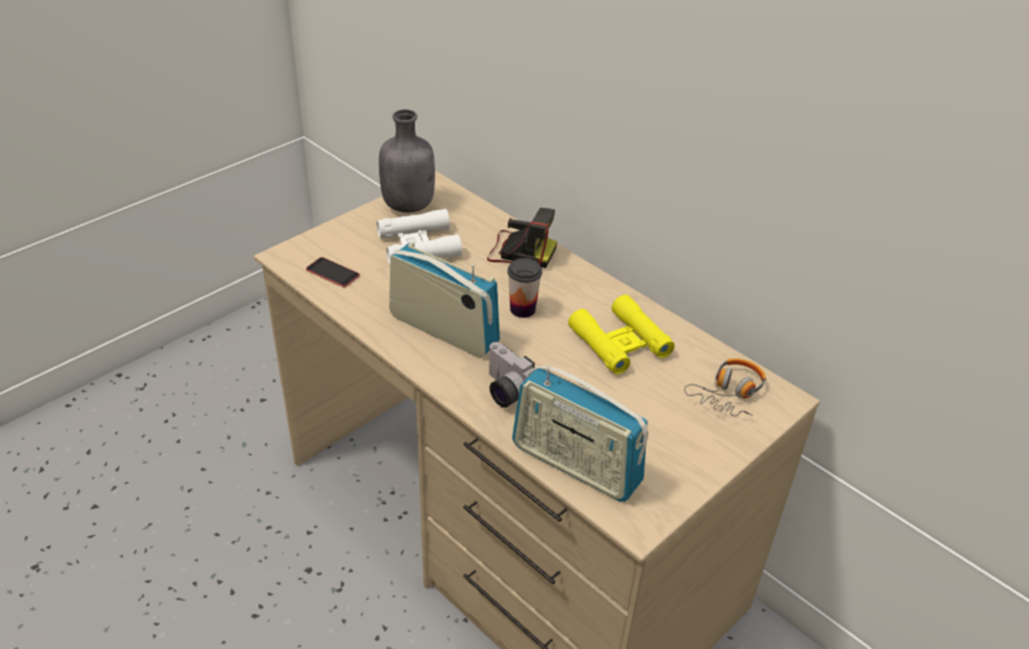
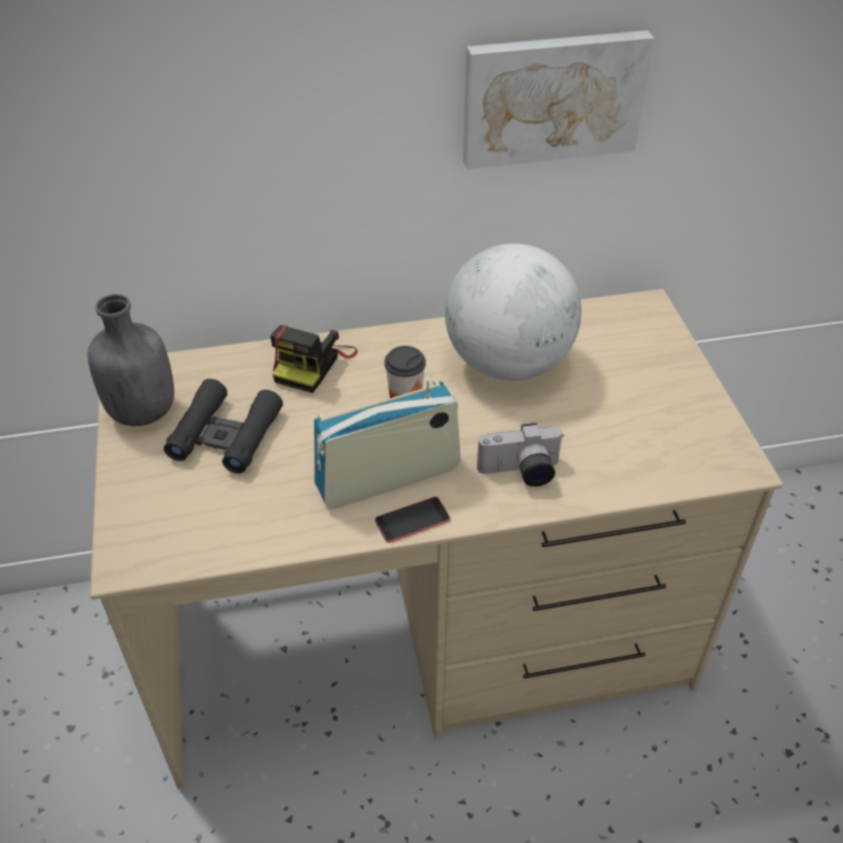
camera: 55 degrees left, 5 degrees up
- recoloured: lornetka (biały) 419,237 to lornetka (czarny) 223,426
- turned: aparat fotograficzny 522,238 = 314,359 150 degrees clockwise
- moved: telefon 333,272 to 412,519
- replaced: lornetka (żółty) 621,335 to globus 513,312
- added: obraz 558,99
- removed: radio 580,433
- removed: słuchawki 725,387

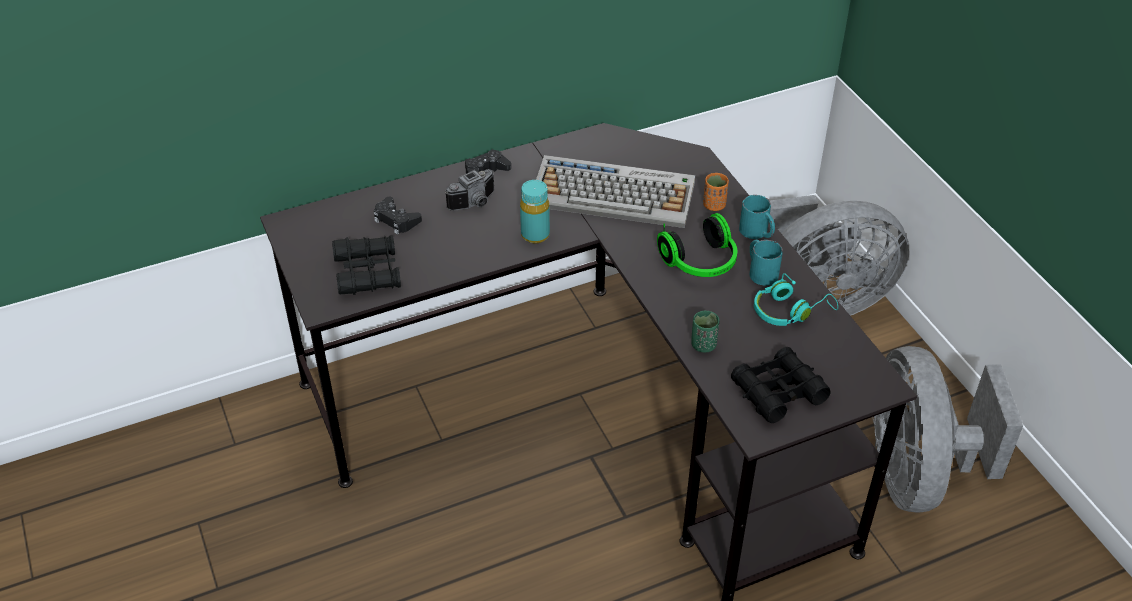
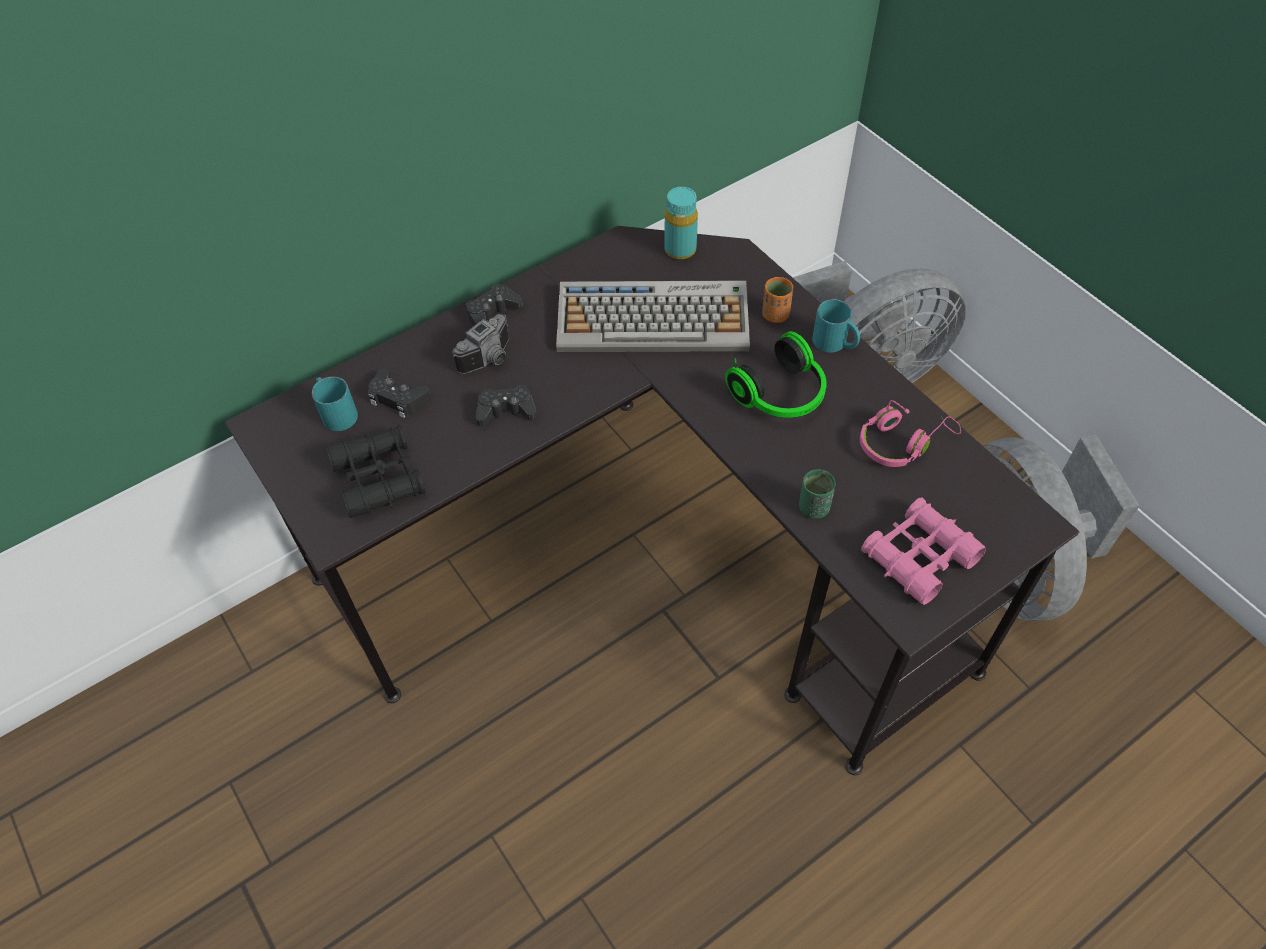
camera: 10 degrees left, 10 degrees up
- moved: kubek (turkusowy) 766,262 to 335,403
- added: pad do gier (czarny) 506,405
- moved: butelka (turkusowy) 535,211 to 681,223
- recoloured: słuchawki (turkusowy) 796,299 to słuchawki (różowy) 910,433
- recoloured: lornetka (czarny) 781,385 to lornetka (różowy) 923,551

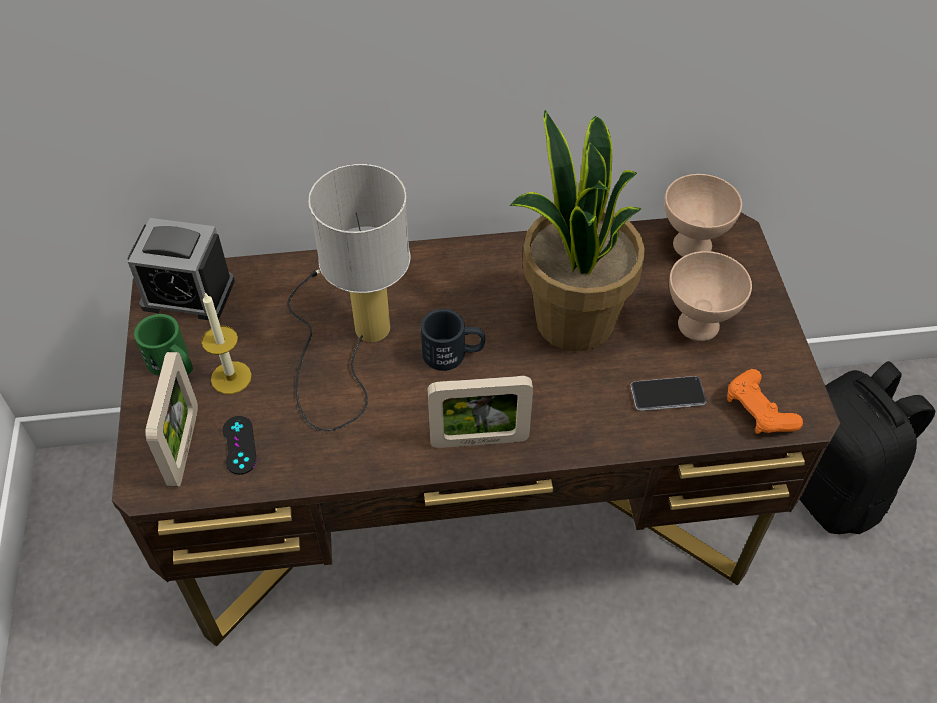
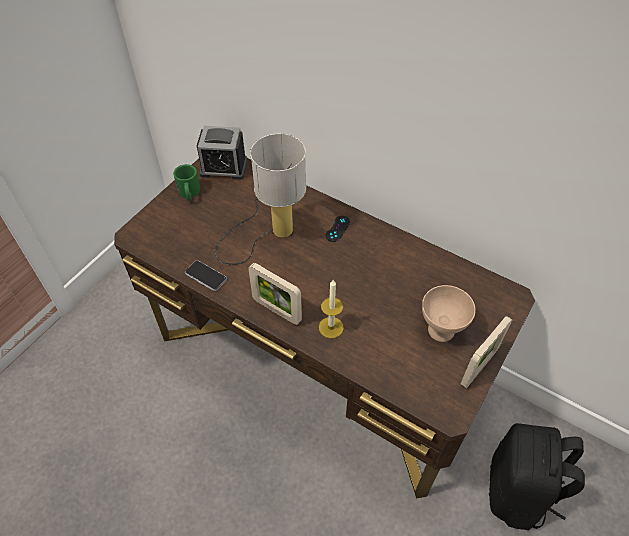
camera: 40 degrees right, 0 degrees up
- moved: telefon 669,393 to 206,275
- turned: budzik 181,269 = 222,153 45 degrees counterclockwise
- moved: świeca 226,343 to 331,309
- moved: pad do gier (czarny) 239,445 to 338,229
- moved: ramka na zdjęcie 171,419 to 486,352
- removed: kubek (czarny) 453,340
- removed: roślina doniczkowa 577,231
- removed: miska (beżowy) 703,215
- removed: pad do gier (pomarańczowy) 765,401

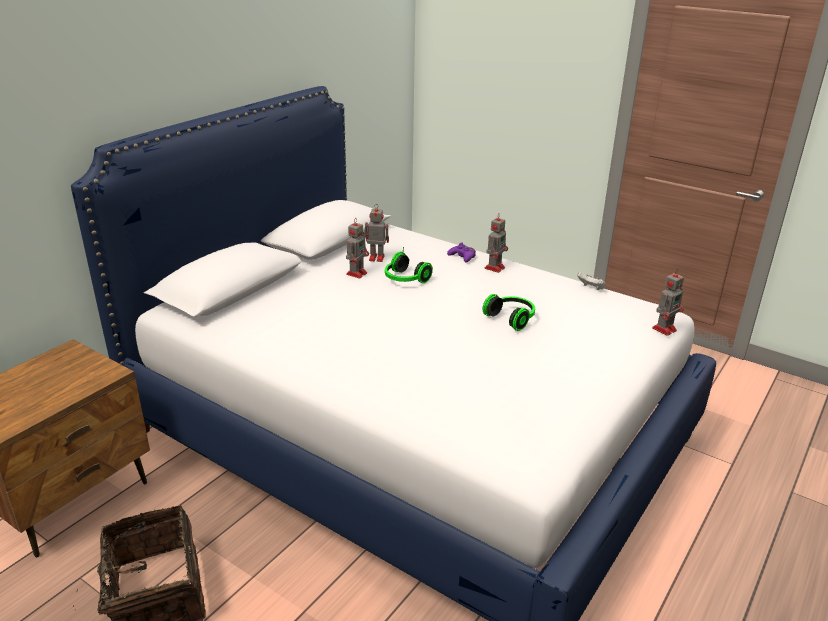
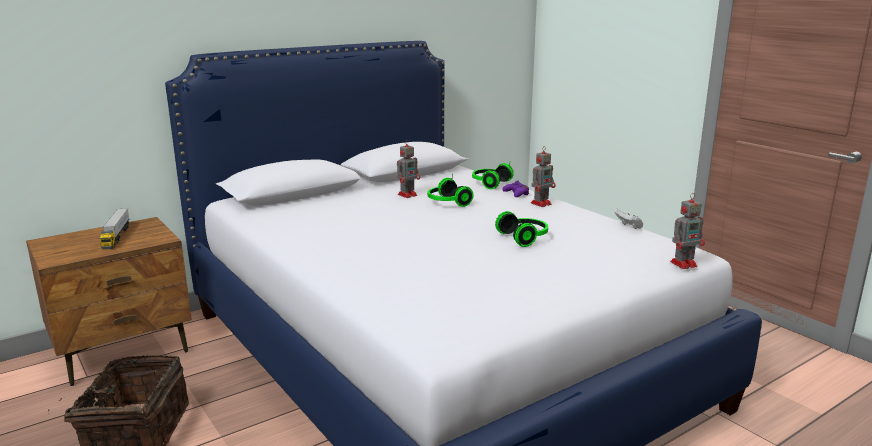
camera: 20 degrees right, 10 degrees down
- added: ciężarówka zabawkowa 114,228
- added: słuchawki 493,176
- removed: robot zabawkowy 376,233

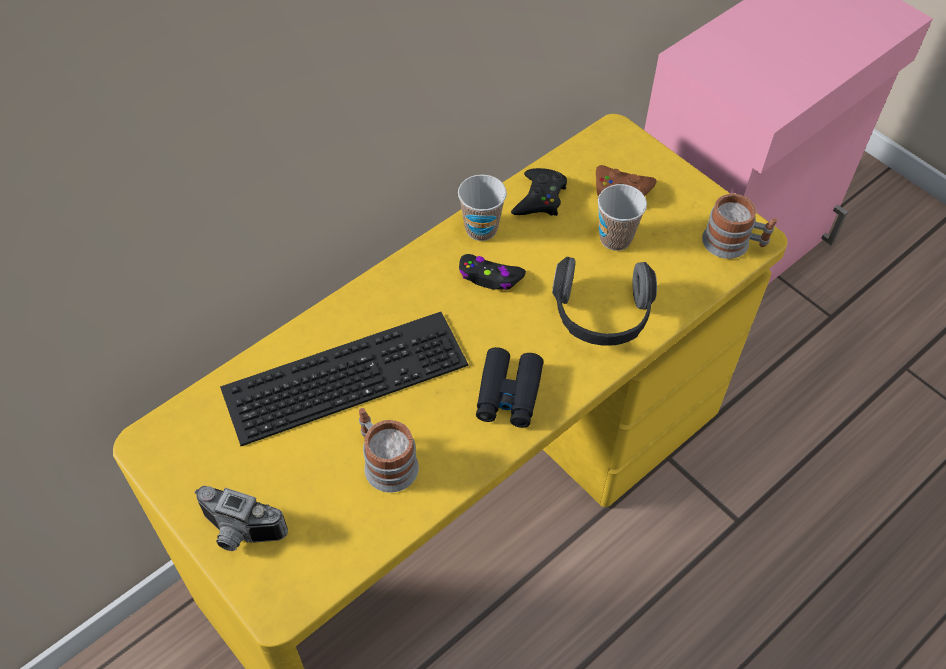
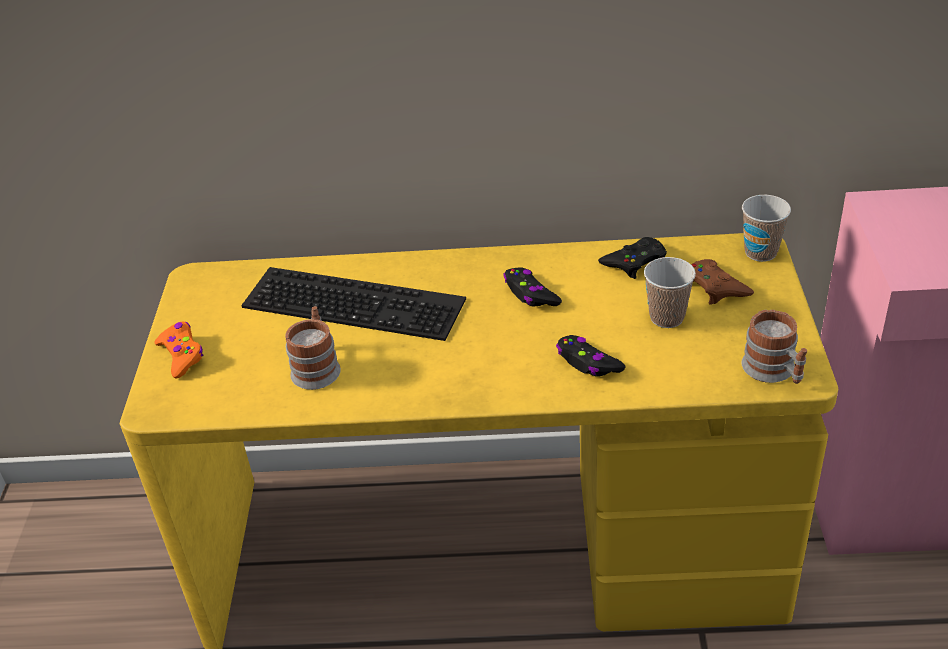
camera: 45 degrees right, 15 degrees down
- replaced: aparat fotograficzny 241,518 to pad do gier (pomarańczowy) 178,349
- replaced: słuchawki 604,301 to pad do gier (czarny) 591,356
- moved: filiżanka 482,207 to 766,228
- removed: lornetka (czarny) 510,387

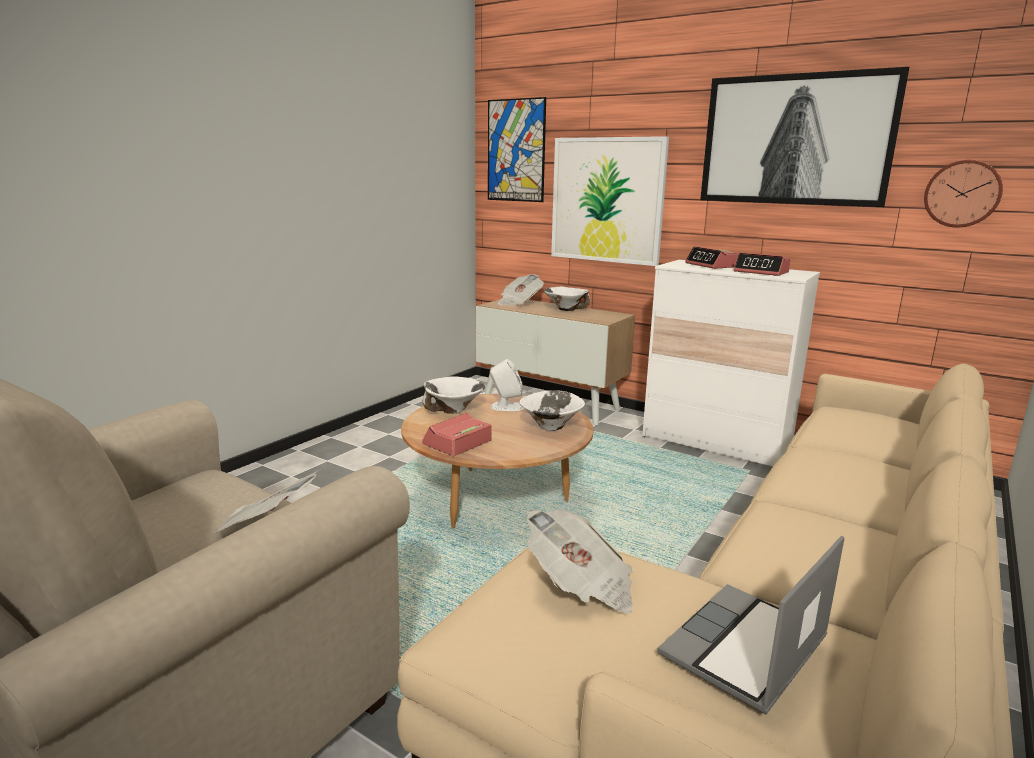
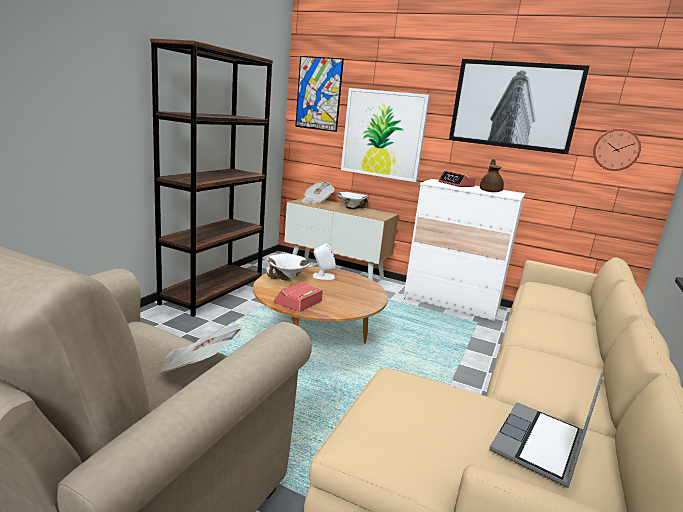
camera: 10 degrees left, 0 degrees up
- added: regał (brązowy) 211,177
- replaced: budzik 762,264 to imbryk (brązowy) 492,175
- removed: miska (biały) 552,410
- removed: gazeta 580,562

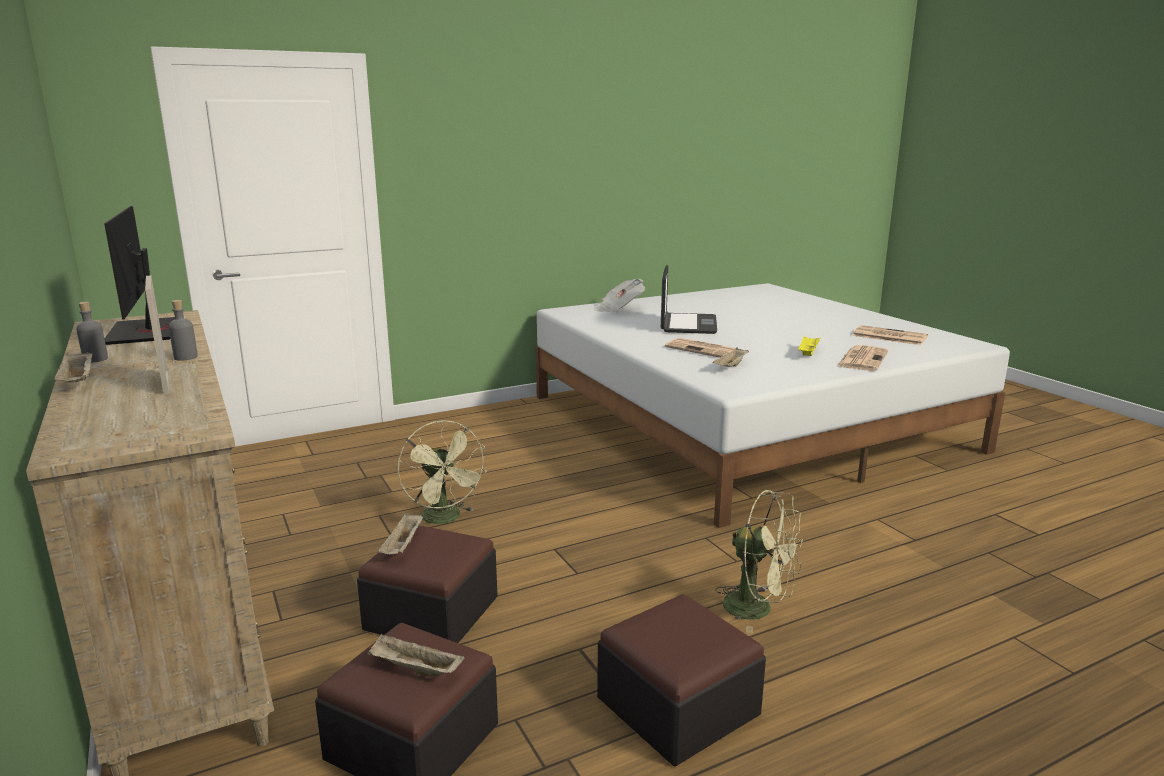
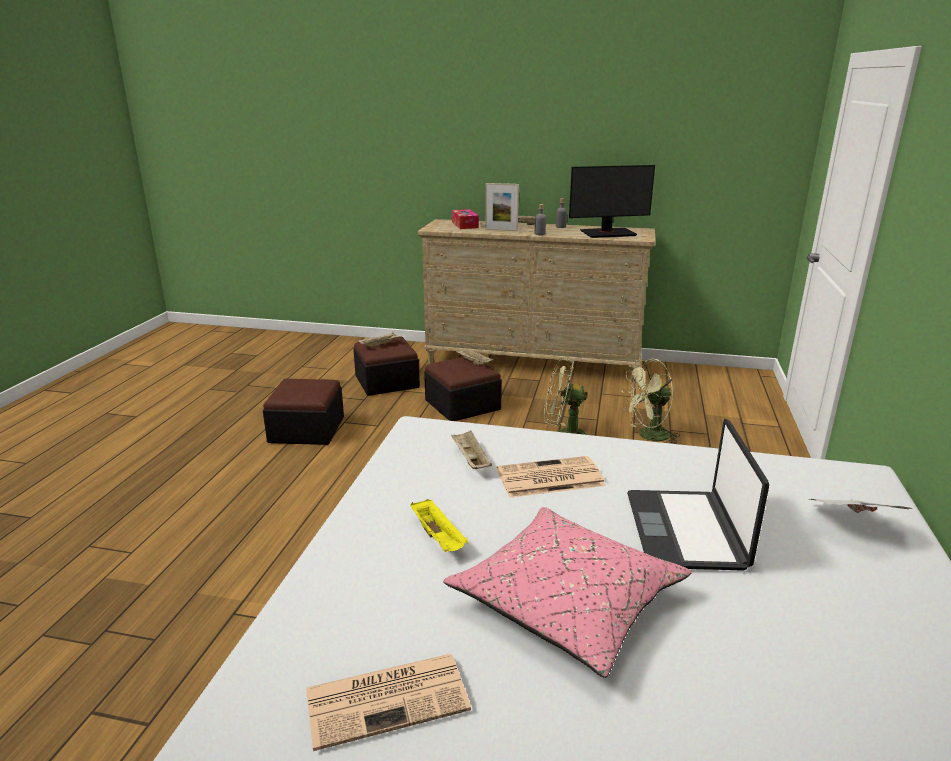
camera: 130 degrees right, 5 degrees up
- added: poduszka (różowy) 567,592
- added: pudełko chusteczek 465,219
- turned: monitor 139,275 = 612,201 150 degrees clockwise
- moved: wentylator (zielony) 759,561 to 650,401
- turned: laptop 689,299 = 698,495 45 degrees clockwise
- removed: gazeta 862,358

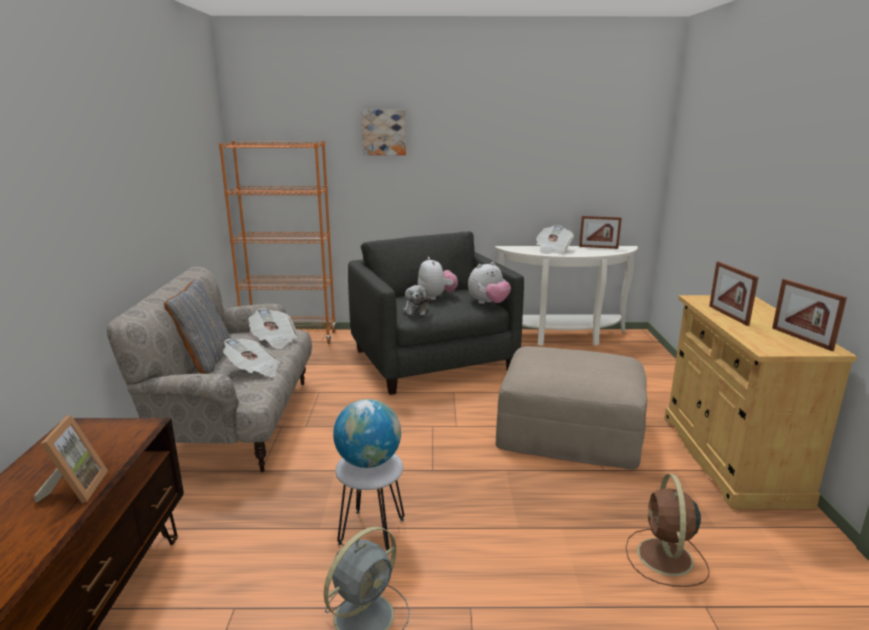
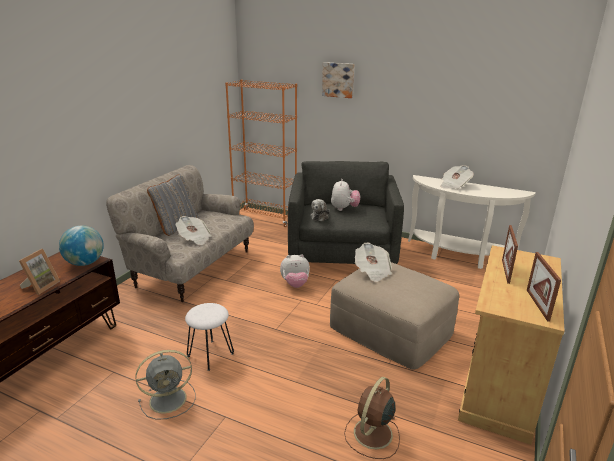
camera: 25 degrees right, 5 degrees up
- moved: globus 367,433 to 81,246
- moved: pluszak 489,283 to 295,271
- moved: gazeta 273,328 to 373,262
- removed: ramka na zdjęcie 600,232

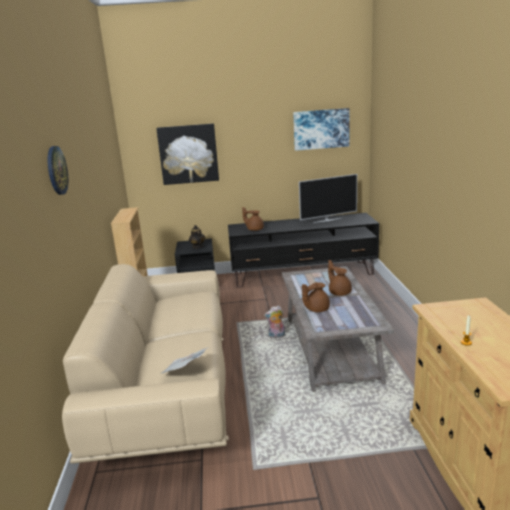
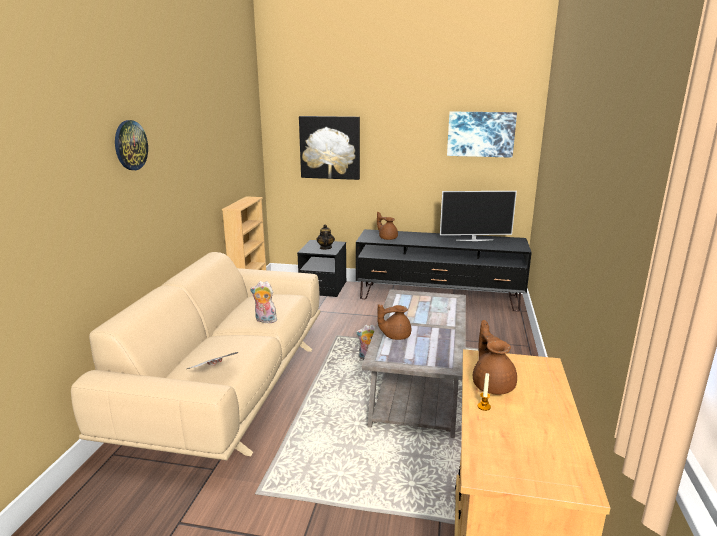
camera: 15 degrees right, 0 degrees up
- added: pluszak 264,302
- moved: imbryk (brązowy) 340,278 to 495,357

